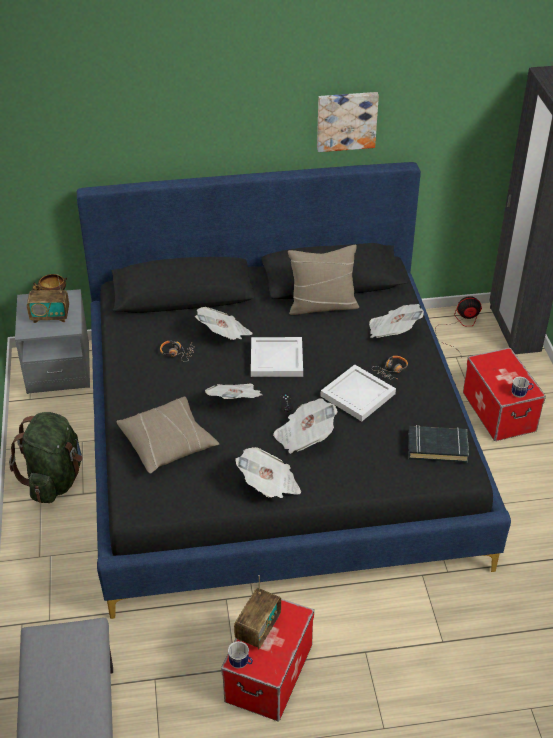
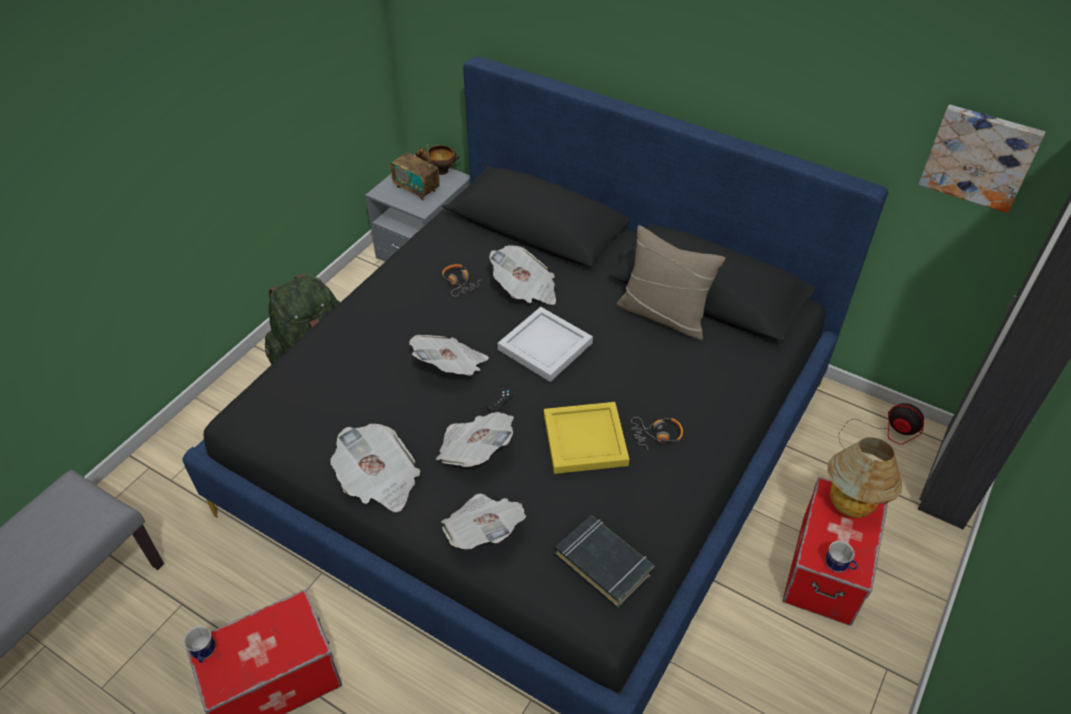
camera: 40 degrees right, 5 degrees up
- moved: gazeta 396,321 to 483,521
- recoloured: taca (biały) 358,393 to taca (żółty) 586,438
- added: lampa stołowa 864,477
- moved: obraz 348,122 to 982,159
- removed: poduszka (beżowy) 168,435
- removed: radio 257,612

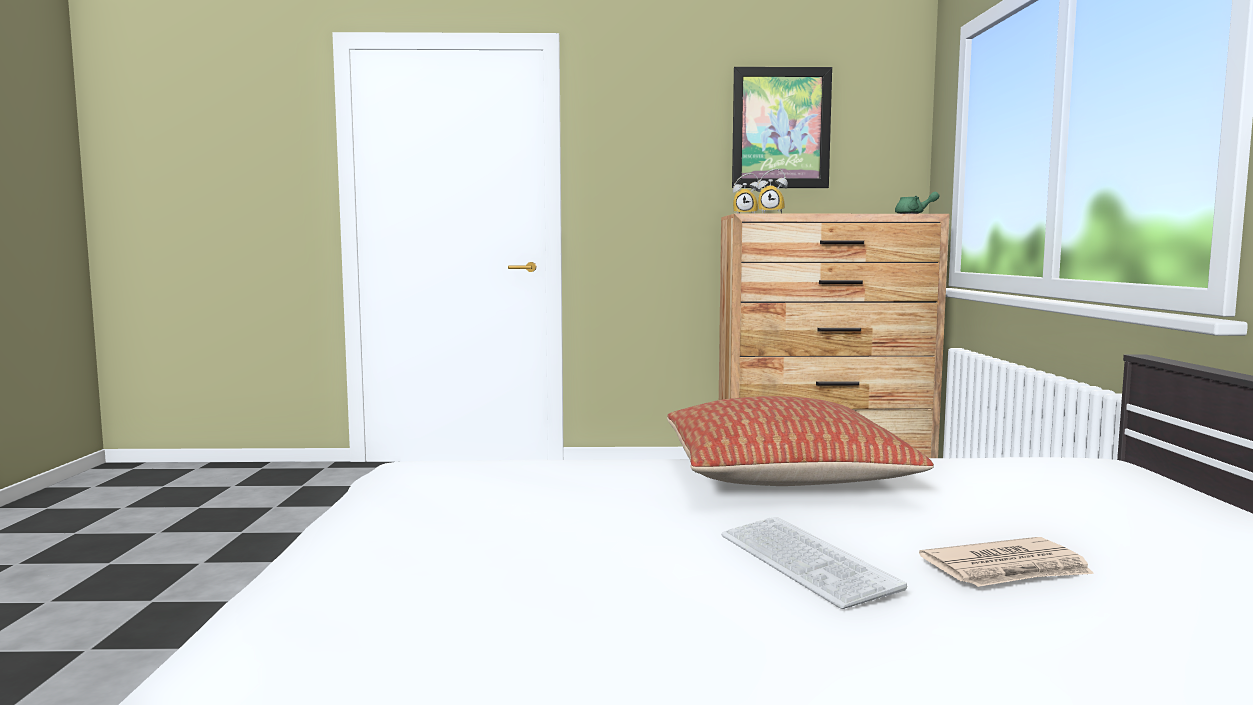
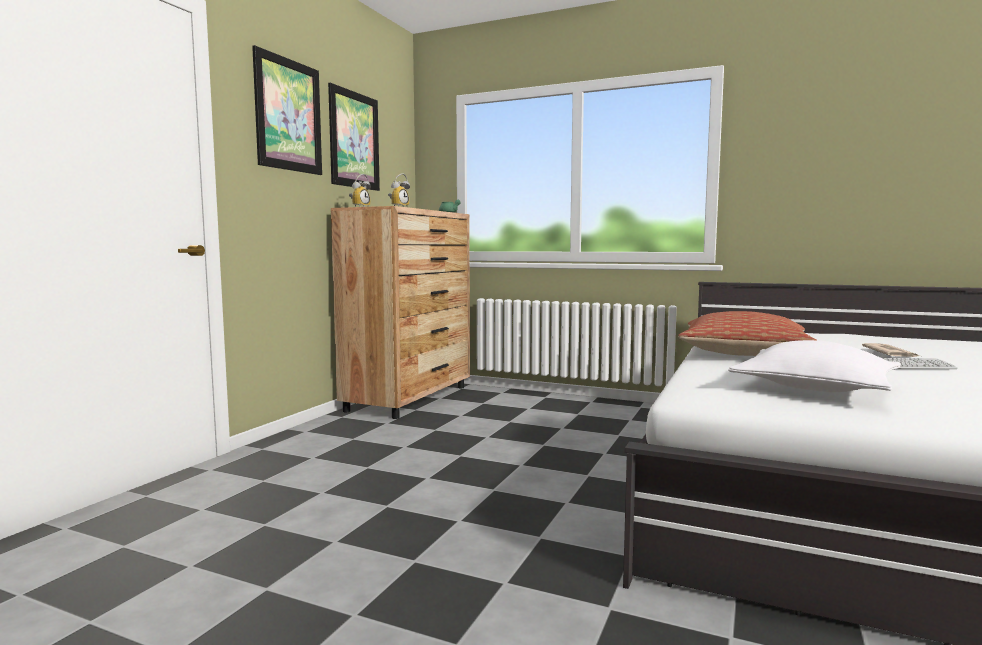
camera: 65 degrees left, 0 degrees up
- added: obraz 287,110
- added: poduszka (biały) 814,366

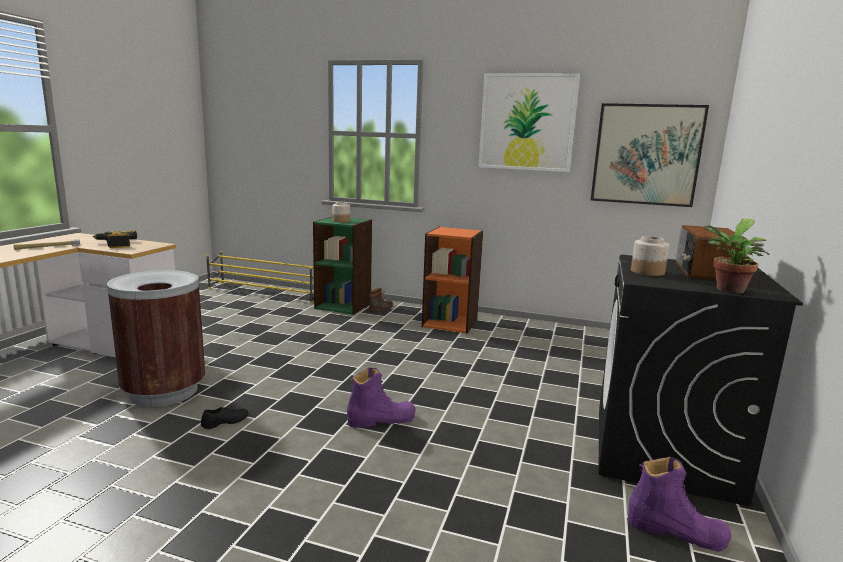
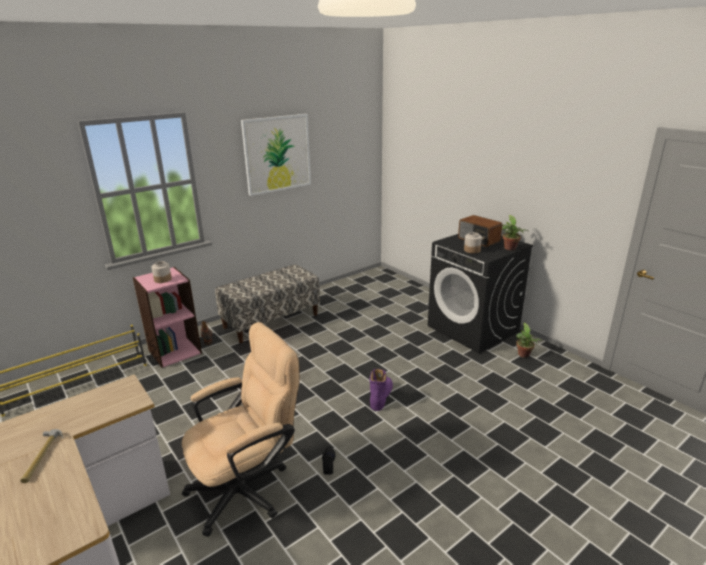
camera: 55 degrees left, 10 degrees up
- recoloured: regał (zielony) 342,265 to regał (różowy) 167,317
- replaced: kosz na śmieci (brązowy) 156,338 to krzesło biurowe (beżowy) 241,429
- replaced: regał (pomarańczowy) 452,280 to ławka 267,303
- replaced: but z cholewką (fioletowy) 680,504 to roślina doniczkowa 528,340
- removed: wiertarka 115,239
- removed: obraz 650,155

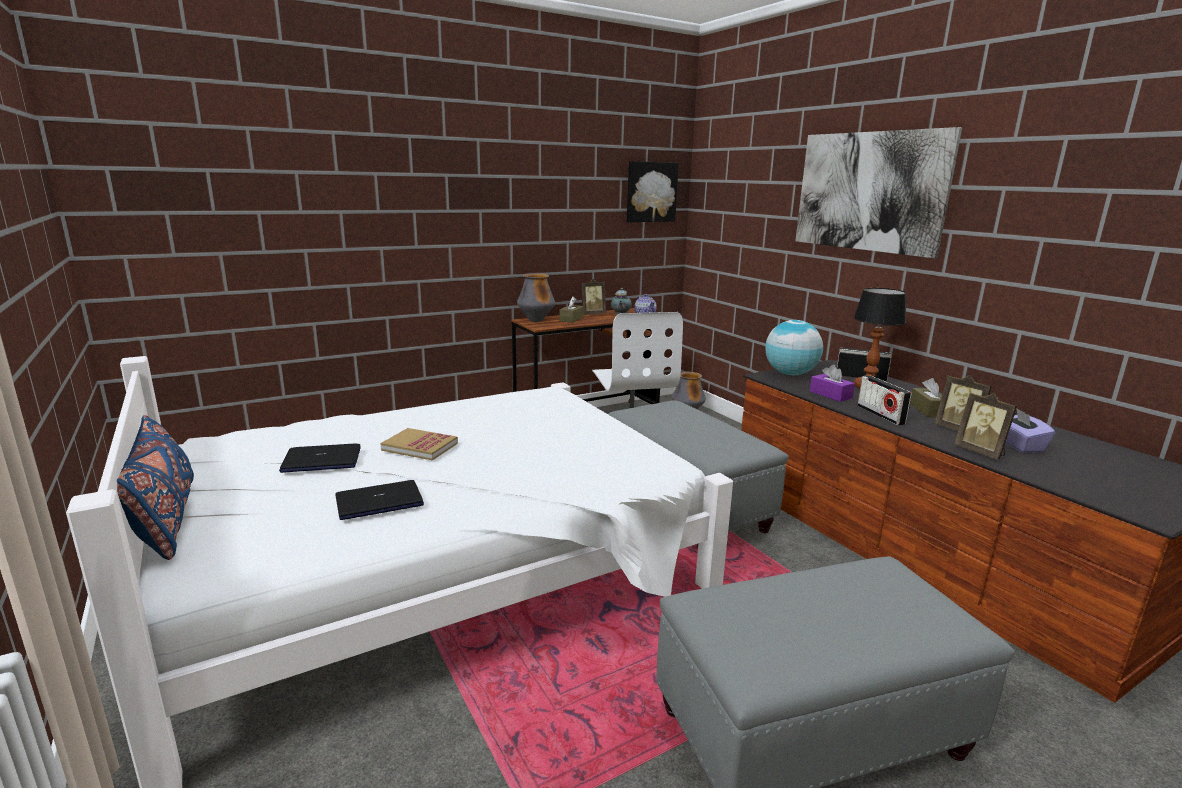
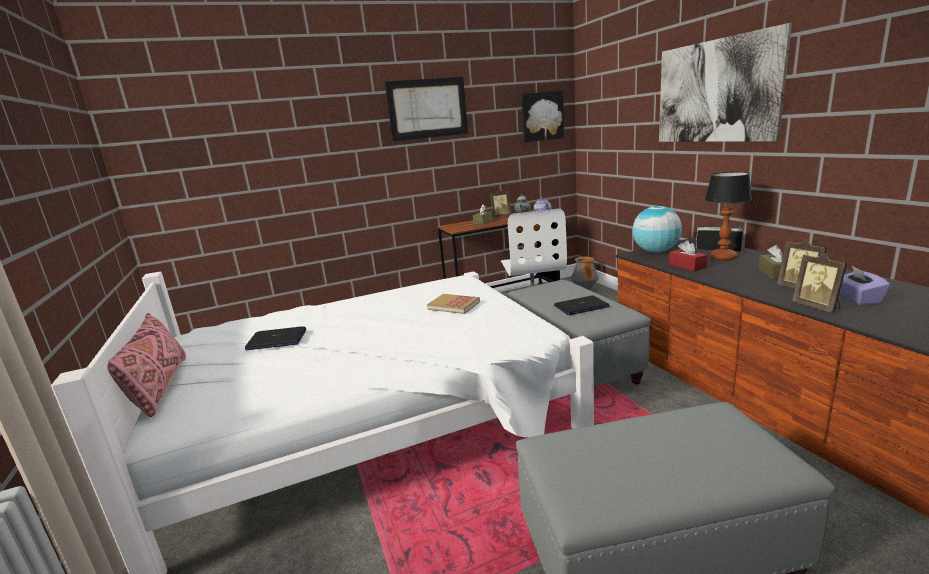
camera: 10 degrees right, 0 degrees up
- recoloured: poduszka (niebieski) 155,487 to poduszka (różowy) 147,365
- added: obraz 426,109
- moved: książka 419,444 to 453,304
- moved: laptop 380,500 to 582,305
- recoloured: pudełko chusteczek (fioletowy) 832,383 to pudełko chusteczek (czerwony) 688,255
- removed: wazon 536,297
- removed: radio 884,400

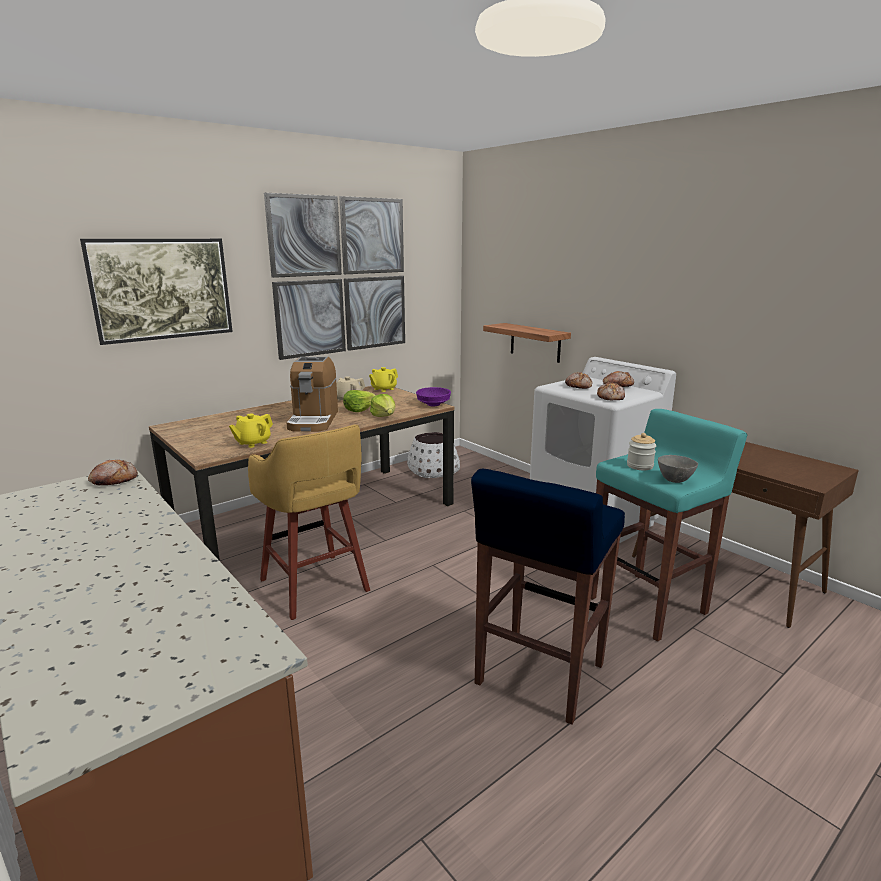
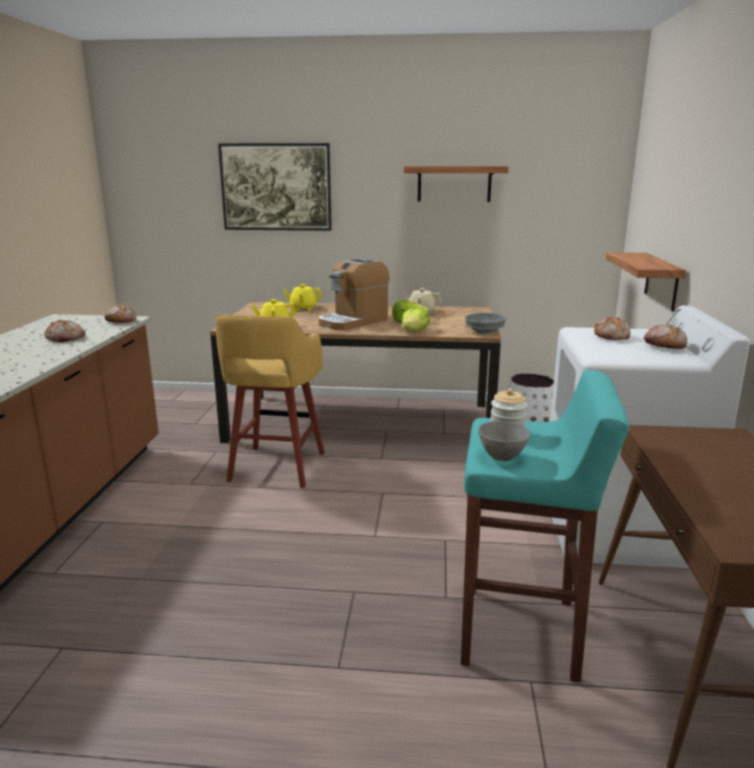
camera: 45 degrees right, 0 degrees up
- moved: chleb 611,391 to 65,330
- moved: imbryk (żółty) 383,379 to 302,297
- replaced: obraz 334,276 to półka 456,184
- recoloured: miska (fioletowy) 433,396 to miska (szary) 485,323
- removed: stołek (niebieski) 548,597

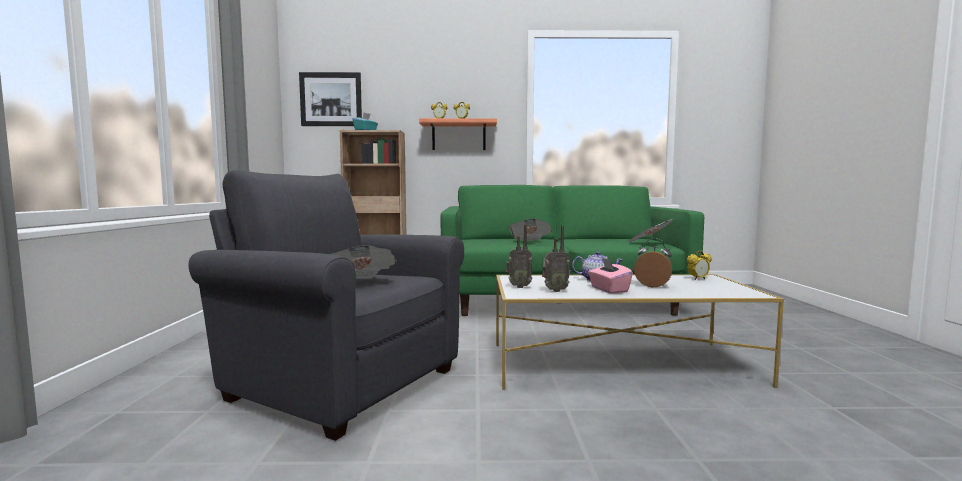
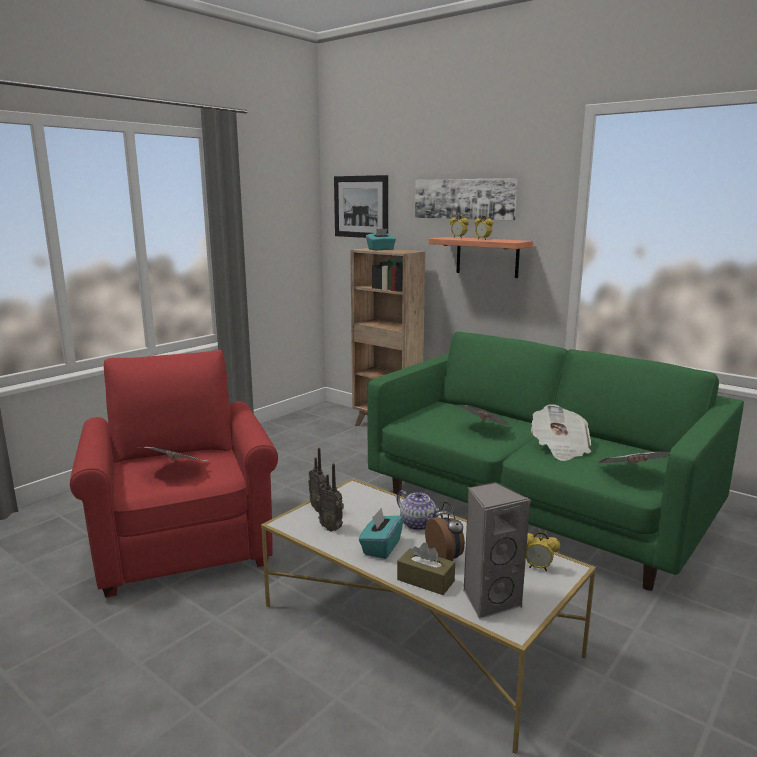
camera: 40 degrees right, 10 degrees up
- recoloured: fotel (szary) 326,305 to fotel (czerwony) 174,474
- recoloured: pudełko chusteczek (różowy) 610,275 to pudełko chusteczek (turkusowy) 381,533
- added: pudełko chusteczek (brązowy) 426,569
- added: obraz 466,199
- added: głośnik (szary) 496,550
- added: gazeta 561,433

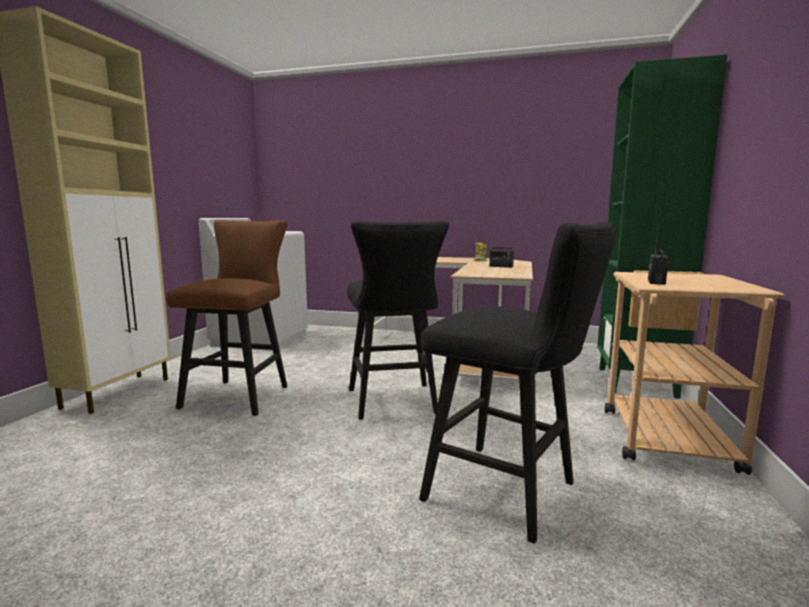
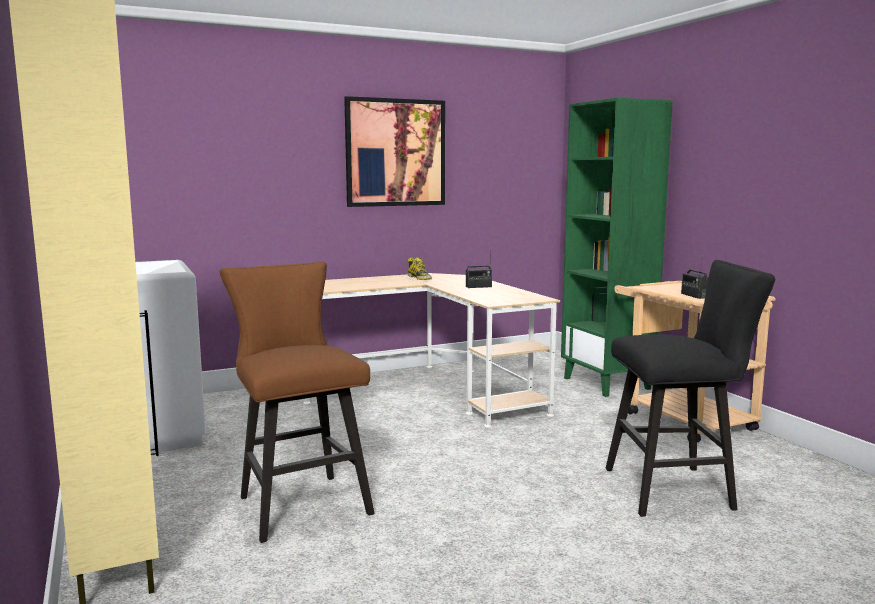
camera: 40 degrees left, 0 degrees up
- added: obraz 394,151
- removed: stołek (czarny) 398,320

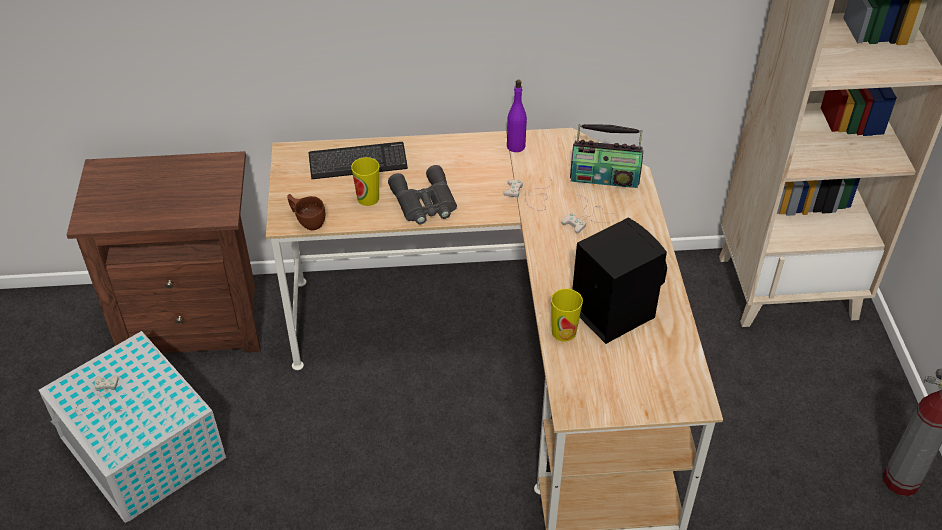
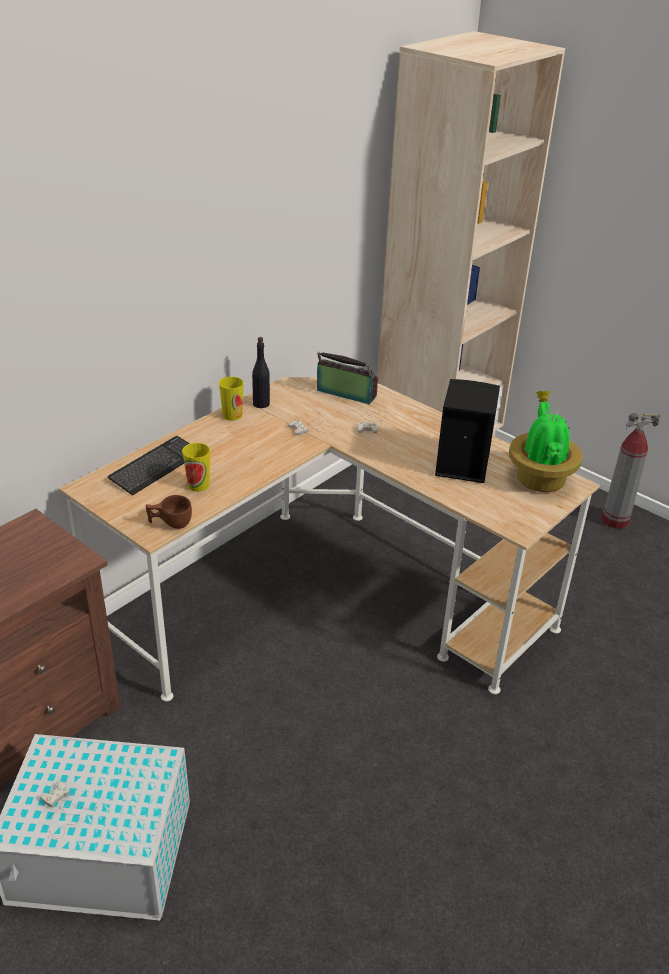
camera: 45 degrees left, 10 degrees down
- moved: filiżanka 567,315 to 231,399
- recoloured: butelka (fioletowy) 517,116 to butelka (czarny) 261,372
- turned: radio 606,156 = 347,378 120 degrees counterclockwise
- added: roślina doniczkowa 546,441
- removed: lornetka (szary) 422,194

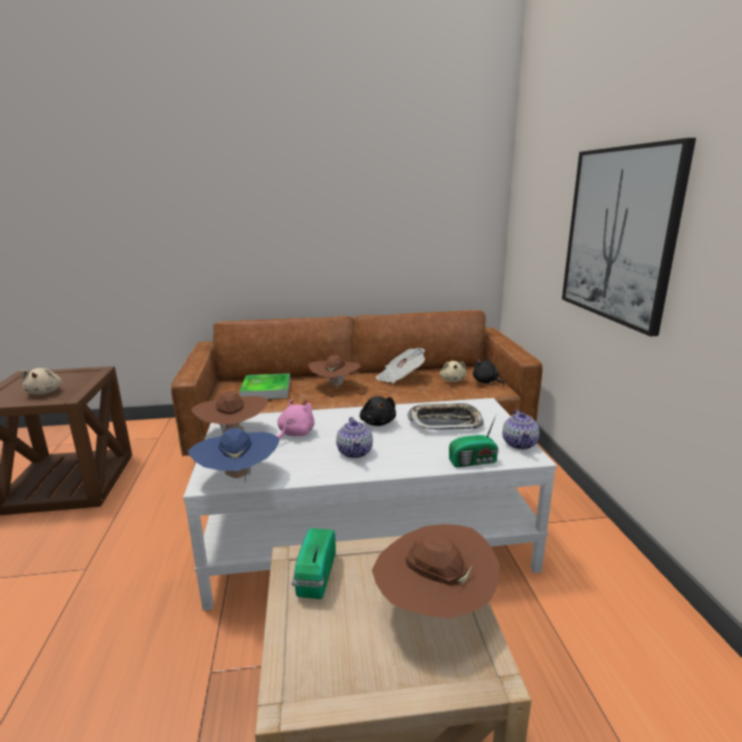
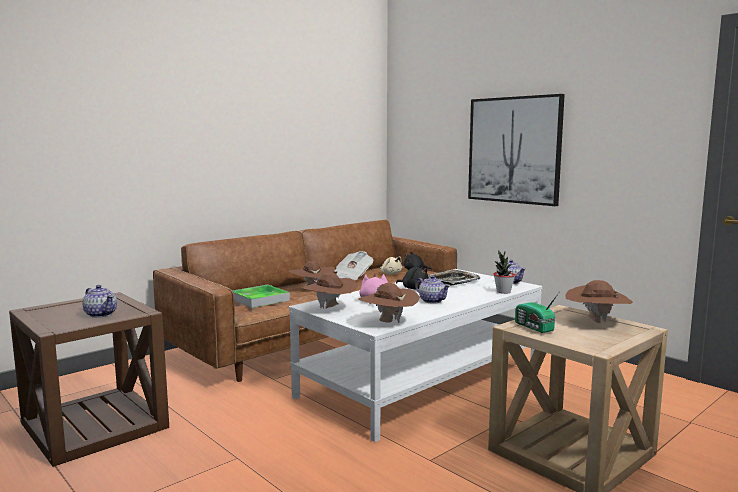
camera: 35 degrees left, 10 degrees down
- replaced: pluszak (beżowy) 41,381 to imbryk 99,301
- recoloured: kapelusz (niebieski) 234,455 to kapelusz (brązowy) 389,303
- replaced: radio 474,441 to roślina doniczkowa 504,272

